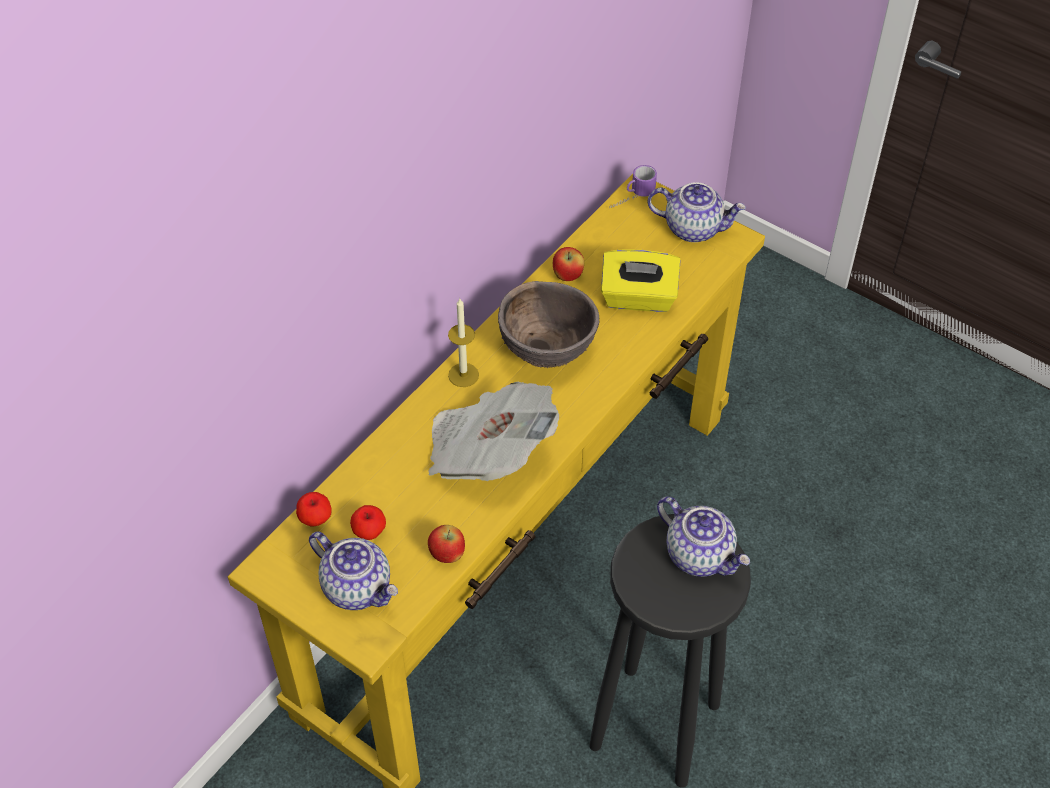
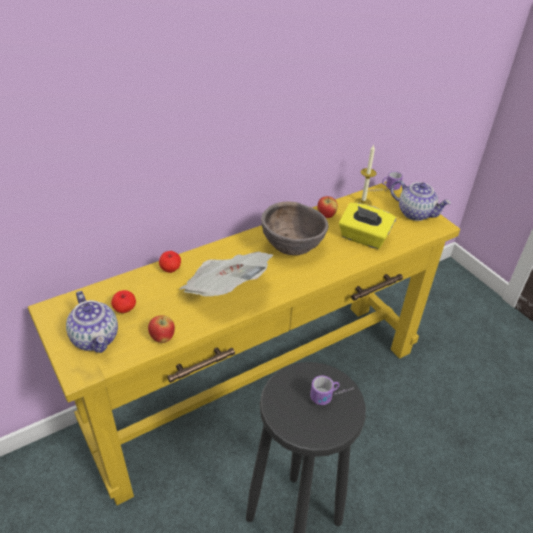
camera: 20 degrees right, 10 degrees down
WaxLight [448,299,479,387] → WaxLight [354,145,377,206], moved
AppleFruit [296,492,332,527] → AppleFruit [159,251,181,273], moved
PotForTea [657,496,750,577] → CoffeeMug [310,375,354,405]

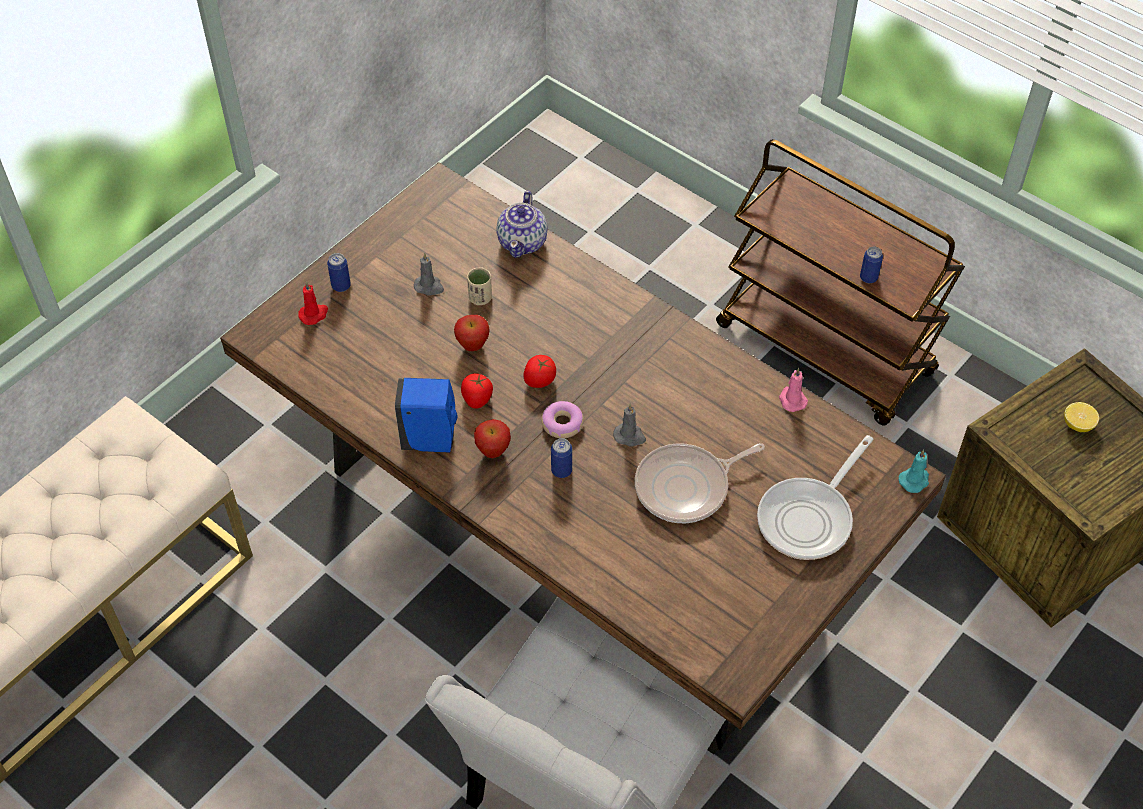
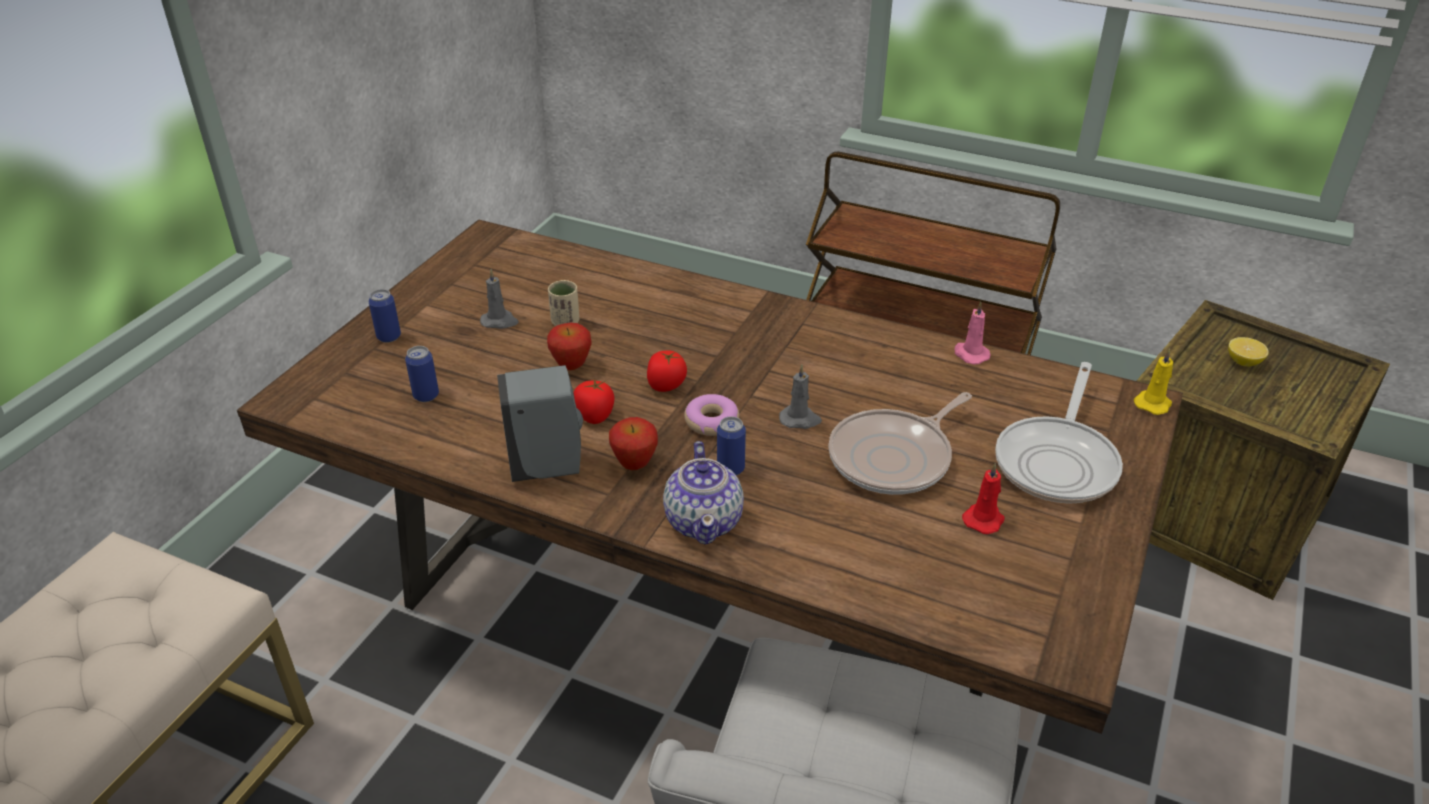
camera: 15 degrees left, 15 degrees down
PotForTea [496,190,548,258] → PotForTea [663,441,744,545], moved
SealedCan [860,247,883,283] → SealedCan [405,346,439,402], moved
RedWaxLight [298,281,328,325] → RedWaxLight [962,463,1005,534], moved
BluishSoapBottle [395,378,458,453] → GreySoapBottle [497,365,583,482]
BlueGreenWaxLight [899,449,929,493] → YellowishWaxLight [1134,349,1173,415]

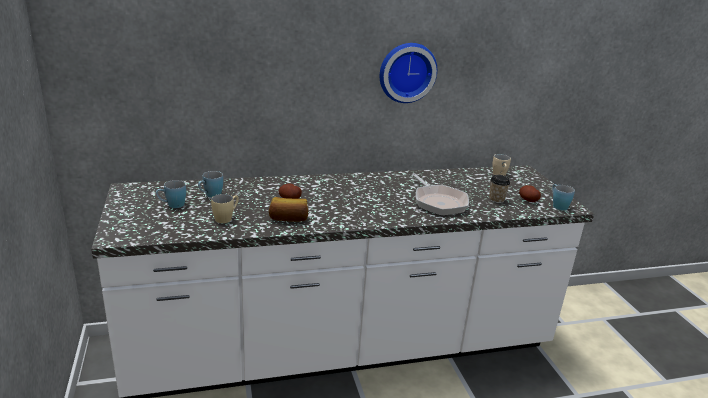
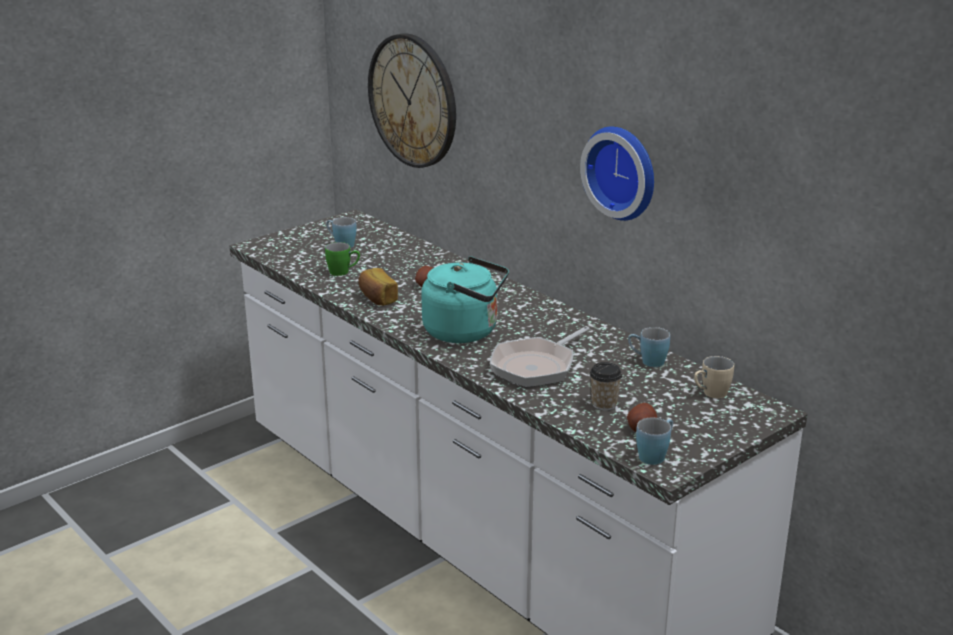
camera: 65 degrees right, 0 degrees up
BluishCoffeeMug [198,171,223,198] → BluishCoffeeMug [628,327,670,367], moved
BeigeColouredCoffeeMug [211,194,239,223] → GreenCoffeeMug [325,242,360,276]
- → WallClock [368,33,456,168]
- → BlueGreenKettle [421,256,509,343]

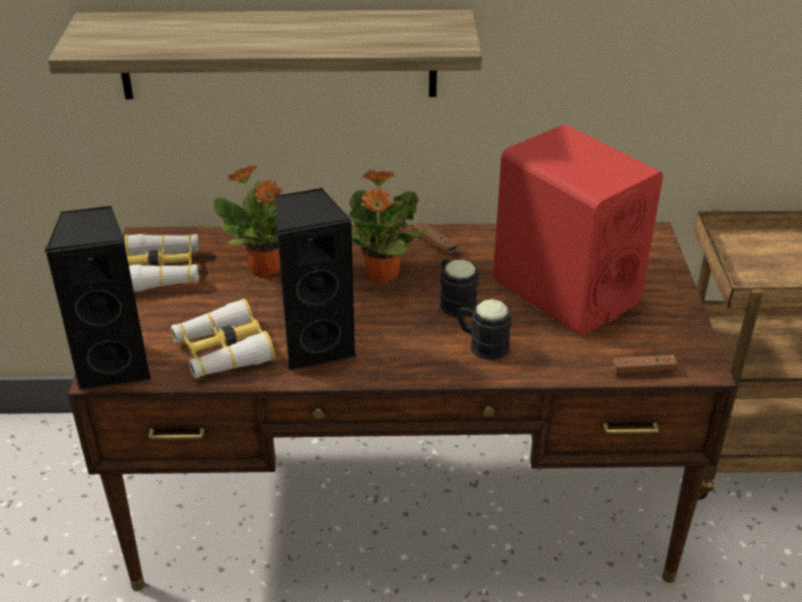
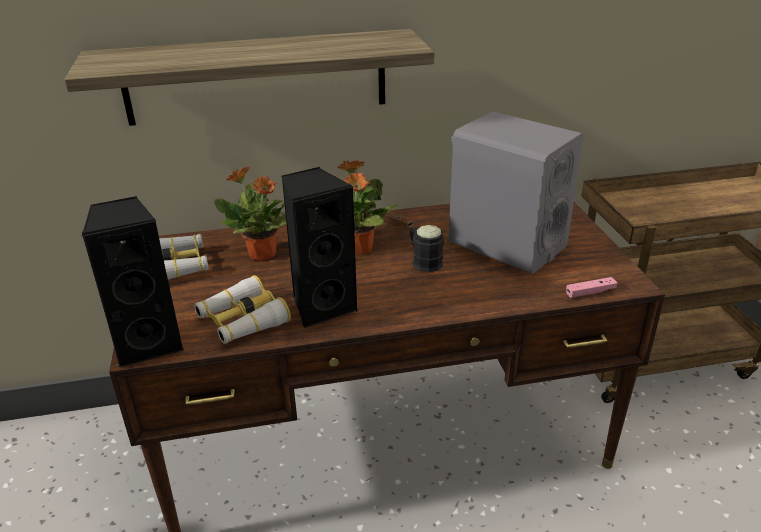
camera: 10 degrees left, 5 degrees down
RedLoudspeaker [493,124,663,336] → GreyLoudspeaker [449,112,584,274]
BlackCoffeeMug [456,299,511,360] → -
BrownColouredGamepad [612,355,678,375] → PinkColouredGamepad [566,277,617,298]

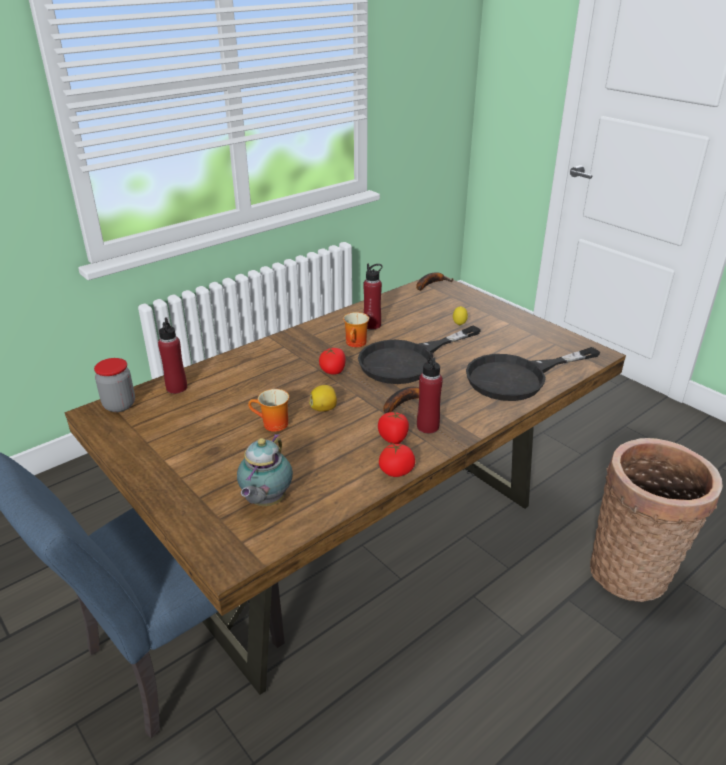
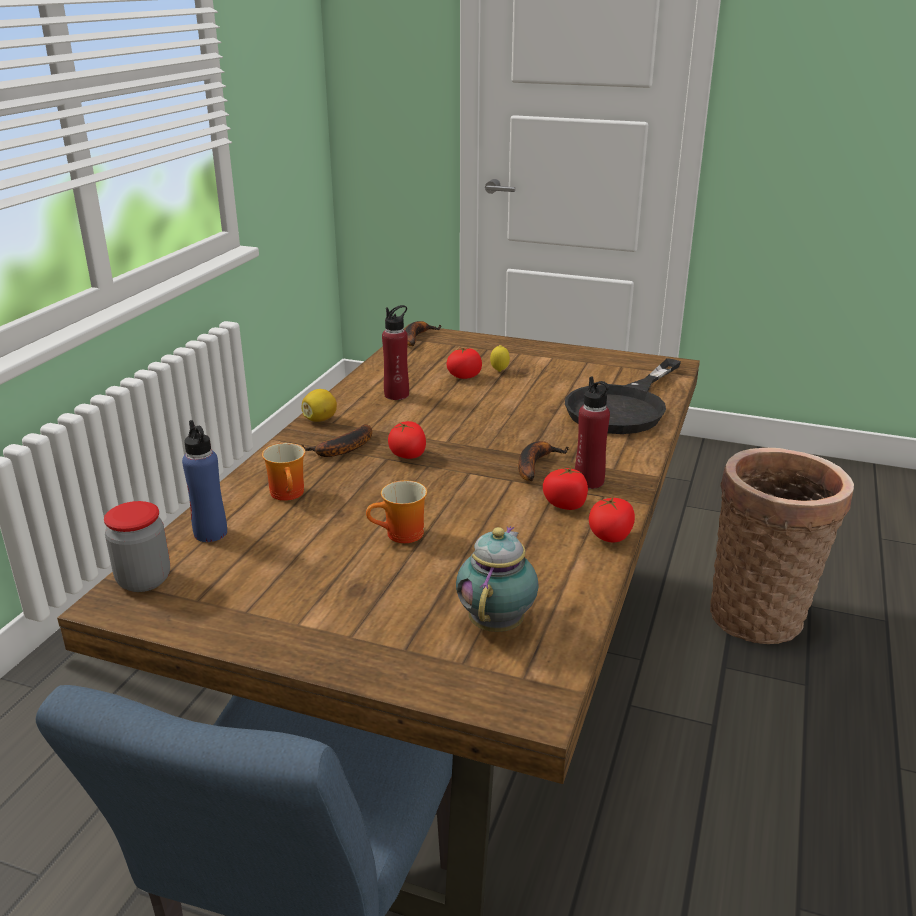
camera: 30 degrees left, 5 degrees down
CoffeeMug [343,312,369,347] → CoffeeMug [262,443,305,501], moved
RedBeverageBottle [158,317,187,394] → BluishBeverageBottle [182,420,227,542]
BlackPan [358,326,481,384] → -
Lemon [309,385,337,412] → Lemon [302,389,337,422], moved
PotForTea [237,434,293,506] → PotForTea [456,526,539,632], 150 degrees counterclockwise
- → Tomato [447,346,482,379]
- → WholeBanana [302,424,372,457]

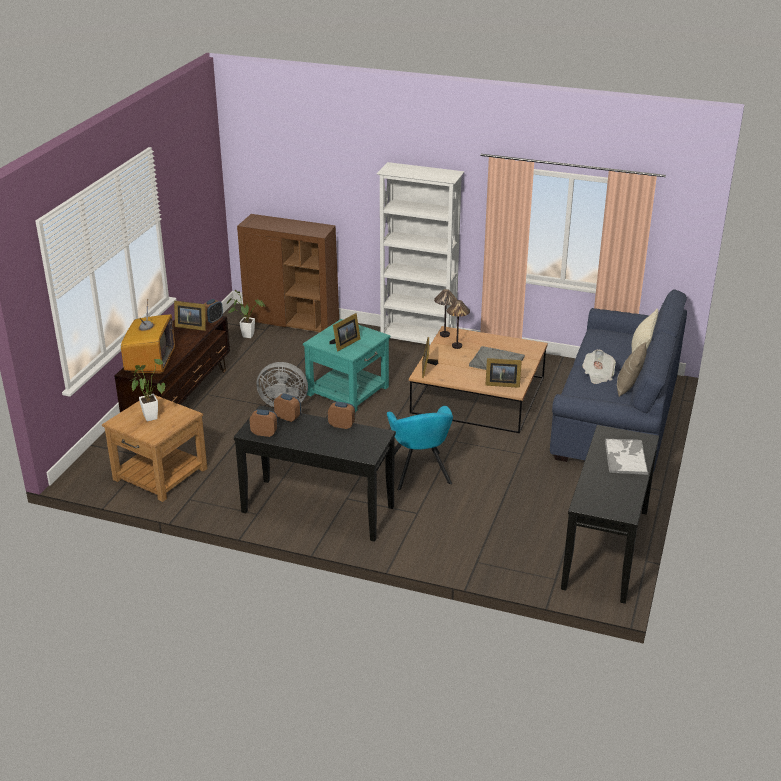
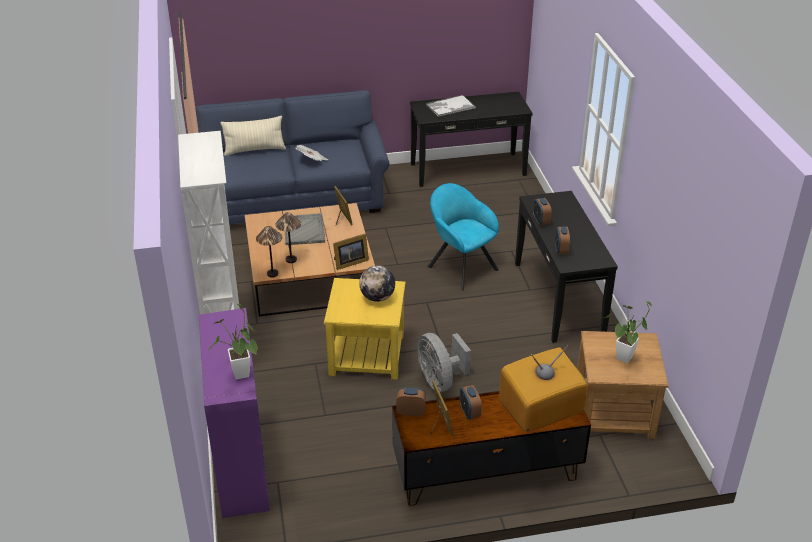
camera: 120 degrees left, 5 degrees up
BrownColouredCupboard [237,214,339,332] → PurpleColouredCupboard [199,308,270,518]
PottedPlant [227,290,266,338] → PottedPlant [208,303,257,380], moved
PhotoFrame [329,313,361,351] → WorldGlobe [359,266,395,302]
BlueGreenAccentTable [303,319,391,412] → YellowishAccentTable [324,278,405,380]
BeigeColouredThrowPillow [617,342,647,397] → -
BlueGreenArmchair [387,406,453,490] → BlueGreenArmchair [427,183,499,290], 90 degrees counterclockwise
TableClock [250,409,278,437] → TableClock [459,385,482,420], moved

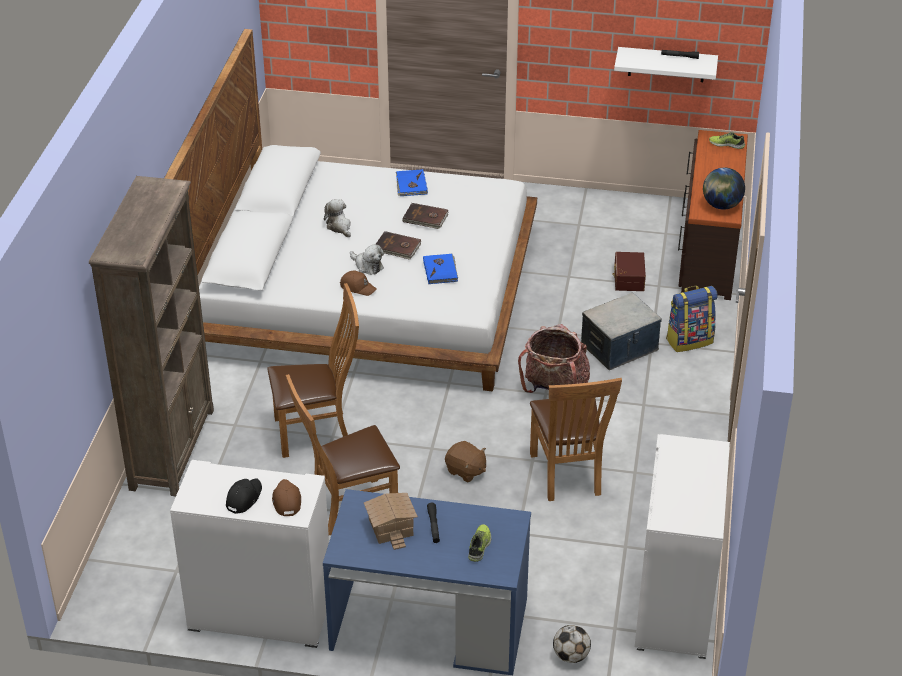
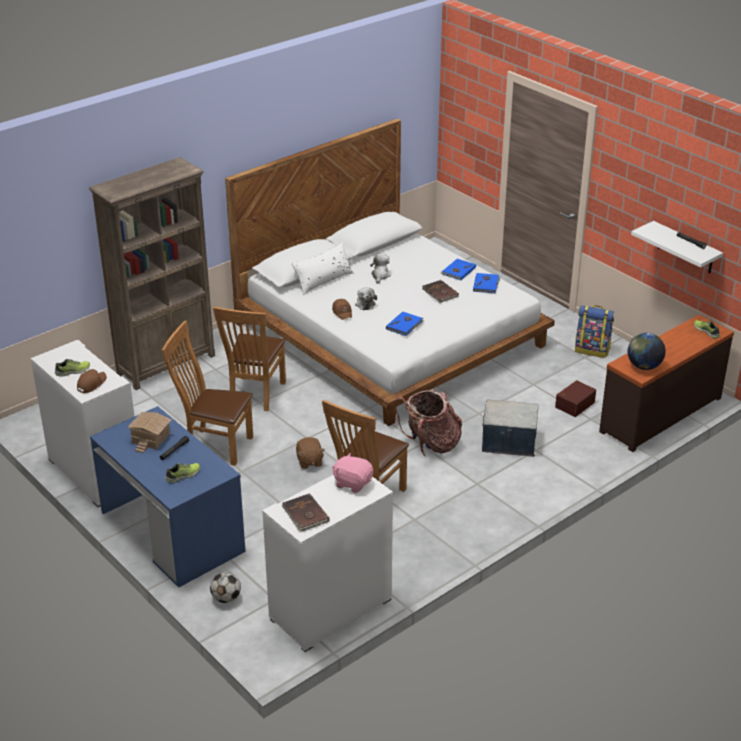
camera: 40 degrees right, 5 degrees down
BrownColouredVolume [375,231,421,260] → BrownColouredVolume [282,493,330,532], moved
BrownColouredPlainChair [267,283,359,458] → BrownColouredPlainChair [213,307,286,411], 75 degrees clockwise
Knapsack [666,286,718,352] → Knapsack [575,305,614,358], moved
BlackCap [226,478,262,514] → LowShoe [55,359,90,377]
- → WhiteThrowPillow [292,242,353,295]
- → BluishVolume [473,273,500,293]
- → PinkColouredPlushToy [332,453,373,493]

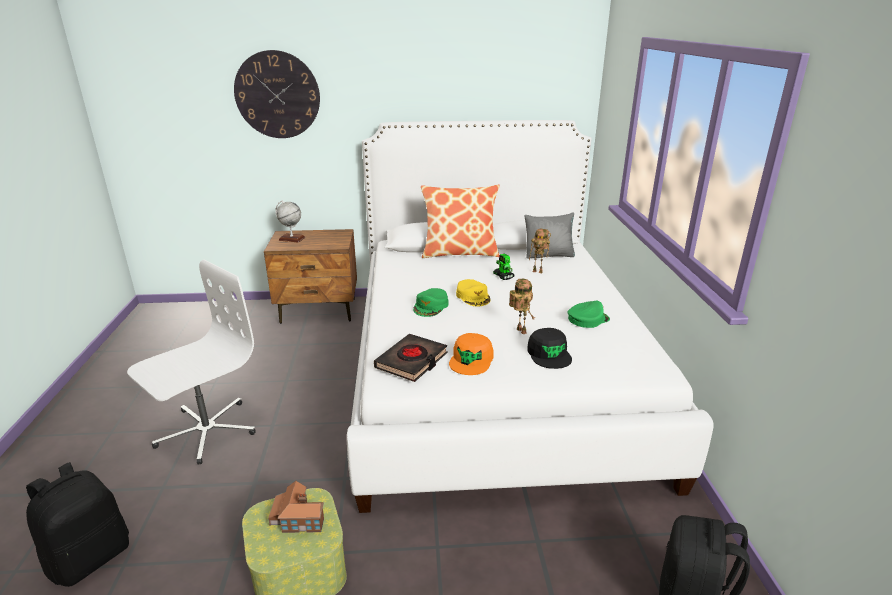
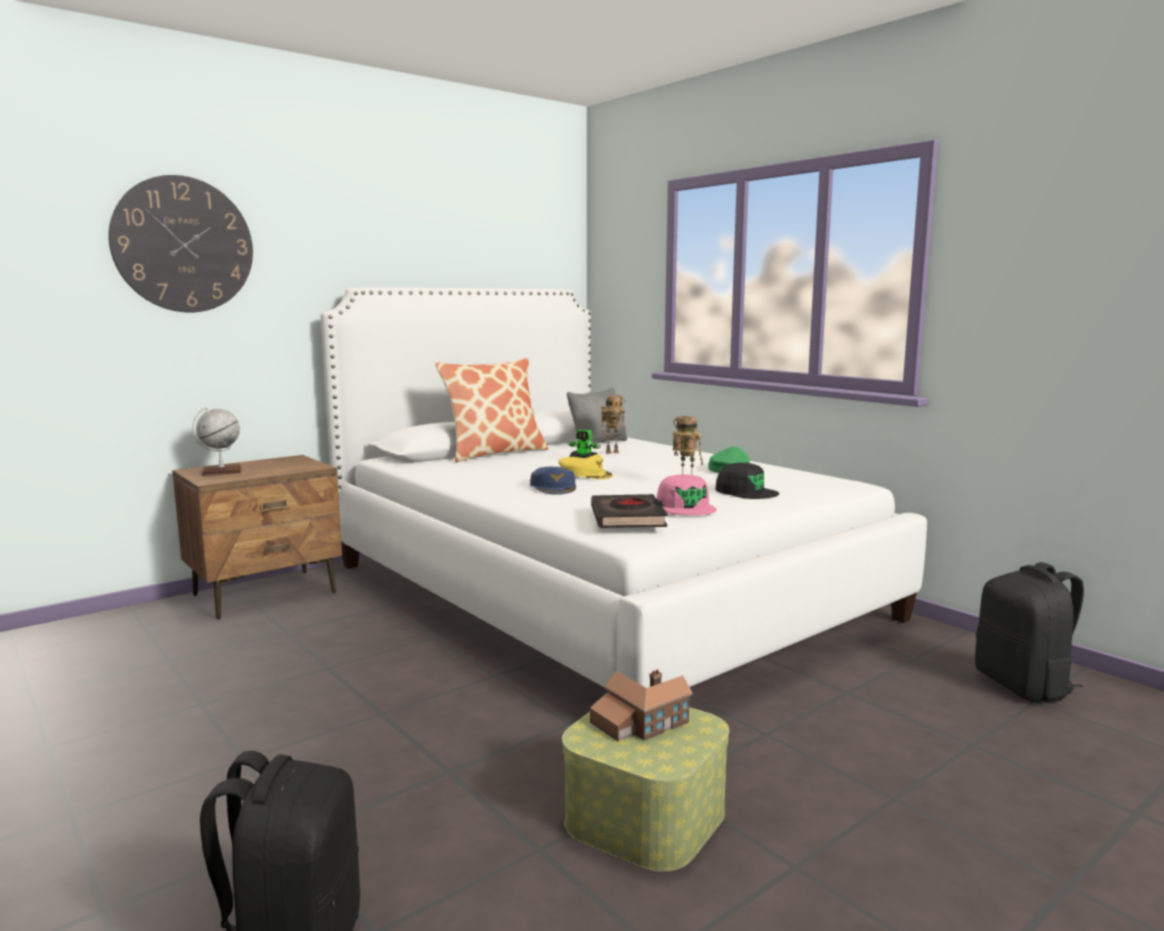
camera: 35 degrees left, 15 degrees down
WhiteOfficeChair [127,259,256,465] → -
GreenCap [413,288,448,317] → BluishCap [530,467,576,494]
OrangeyCap [449,333,494,375] → PinkColouredCap [657,474,717,515]

